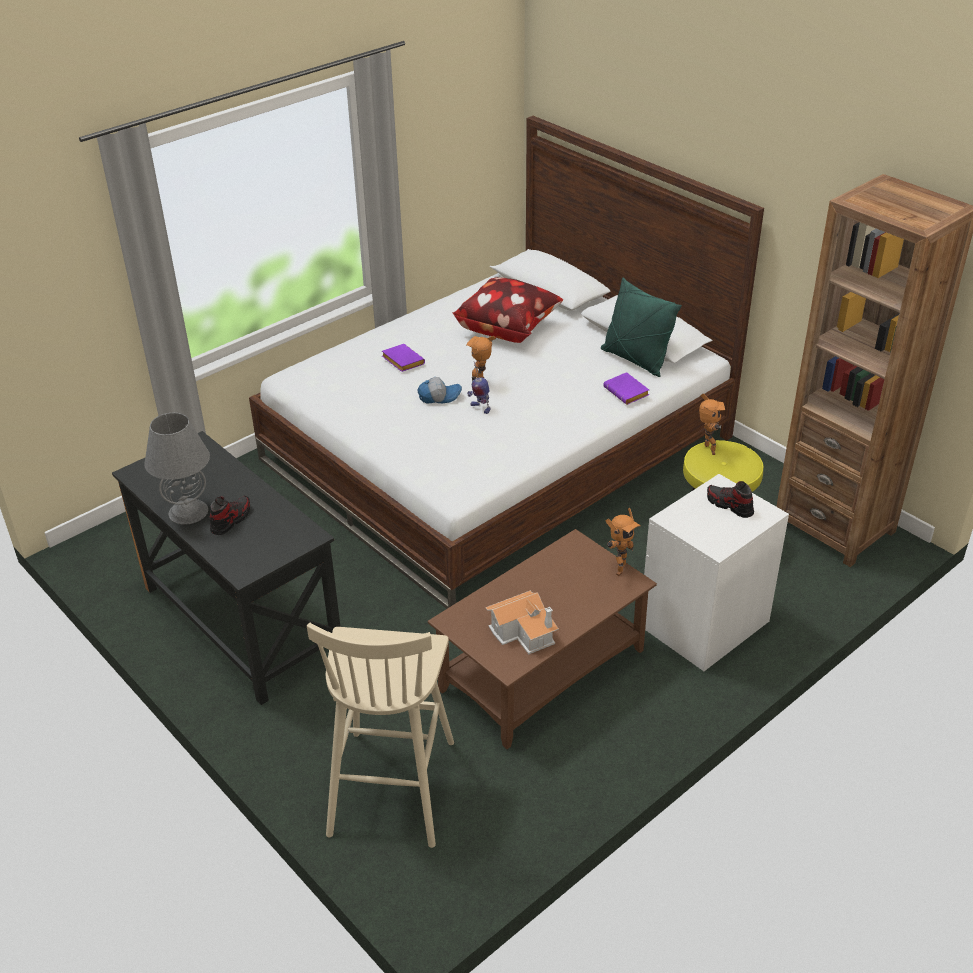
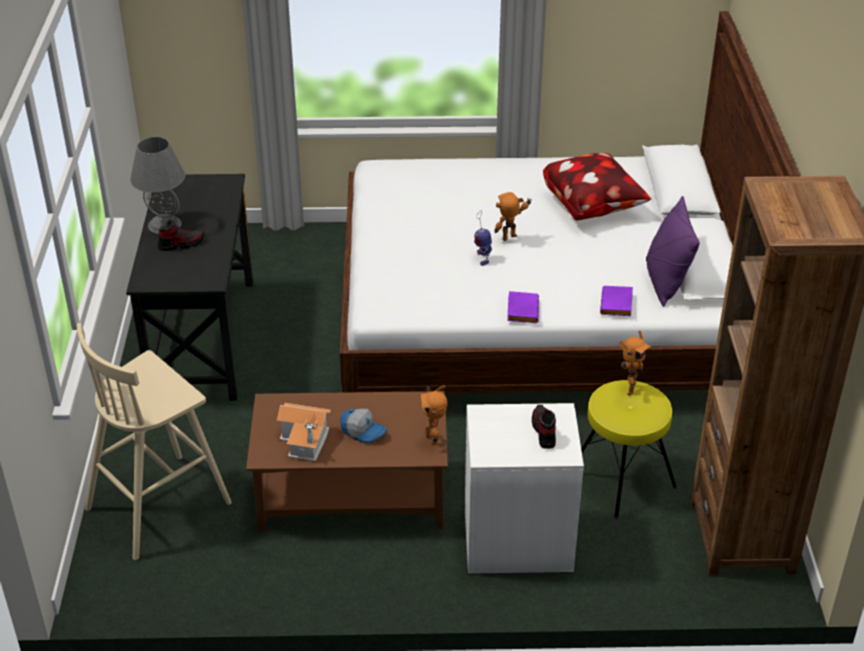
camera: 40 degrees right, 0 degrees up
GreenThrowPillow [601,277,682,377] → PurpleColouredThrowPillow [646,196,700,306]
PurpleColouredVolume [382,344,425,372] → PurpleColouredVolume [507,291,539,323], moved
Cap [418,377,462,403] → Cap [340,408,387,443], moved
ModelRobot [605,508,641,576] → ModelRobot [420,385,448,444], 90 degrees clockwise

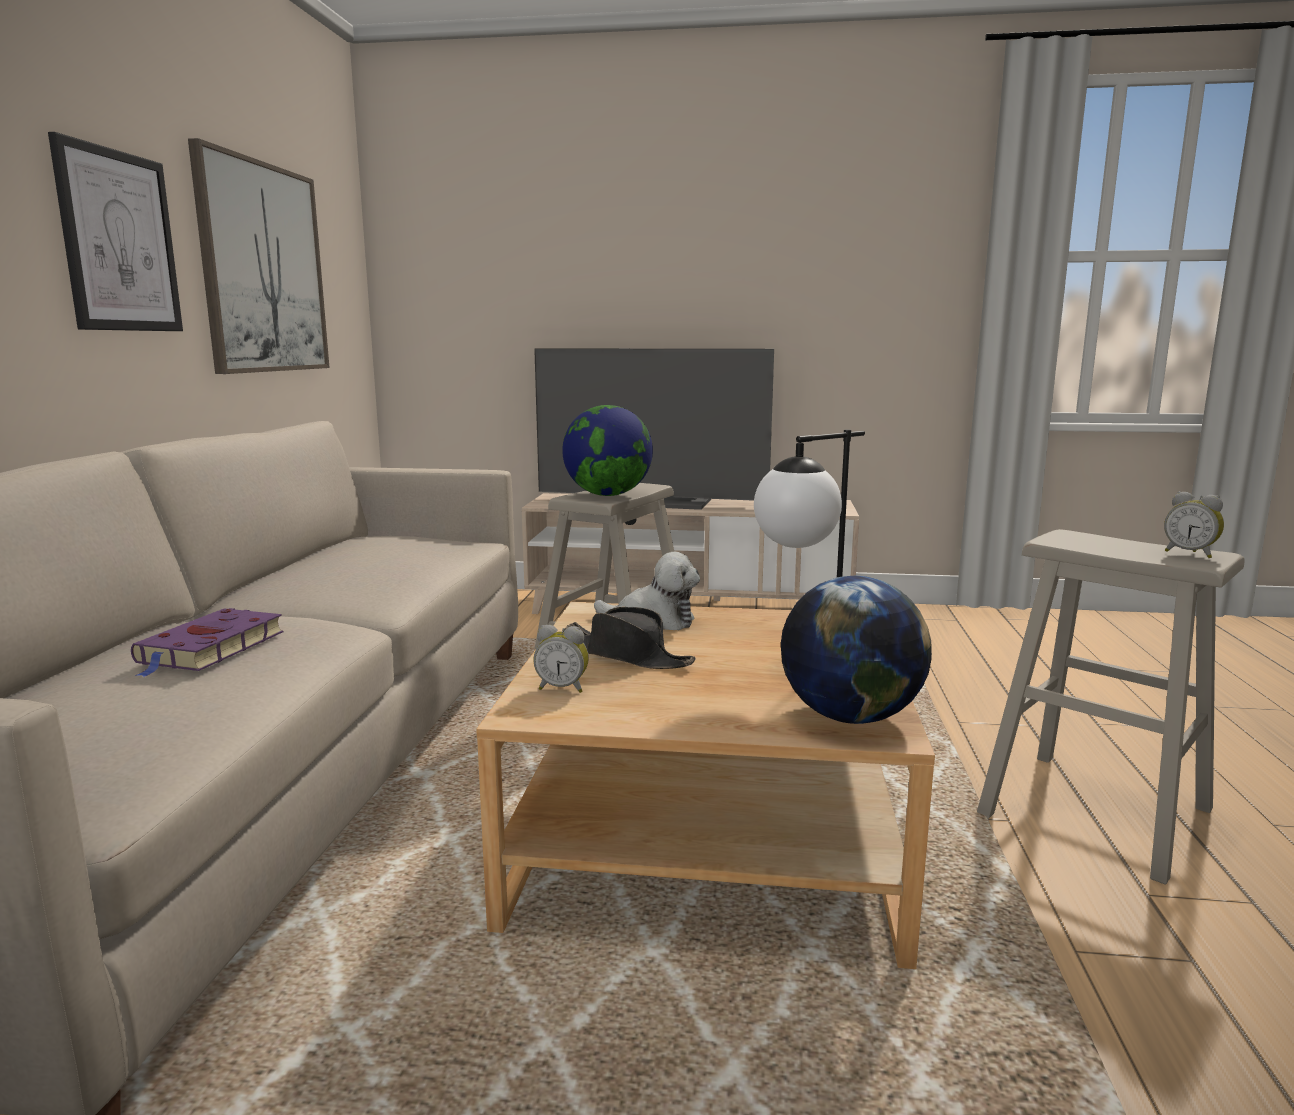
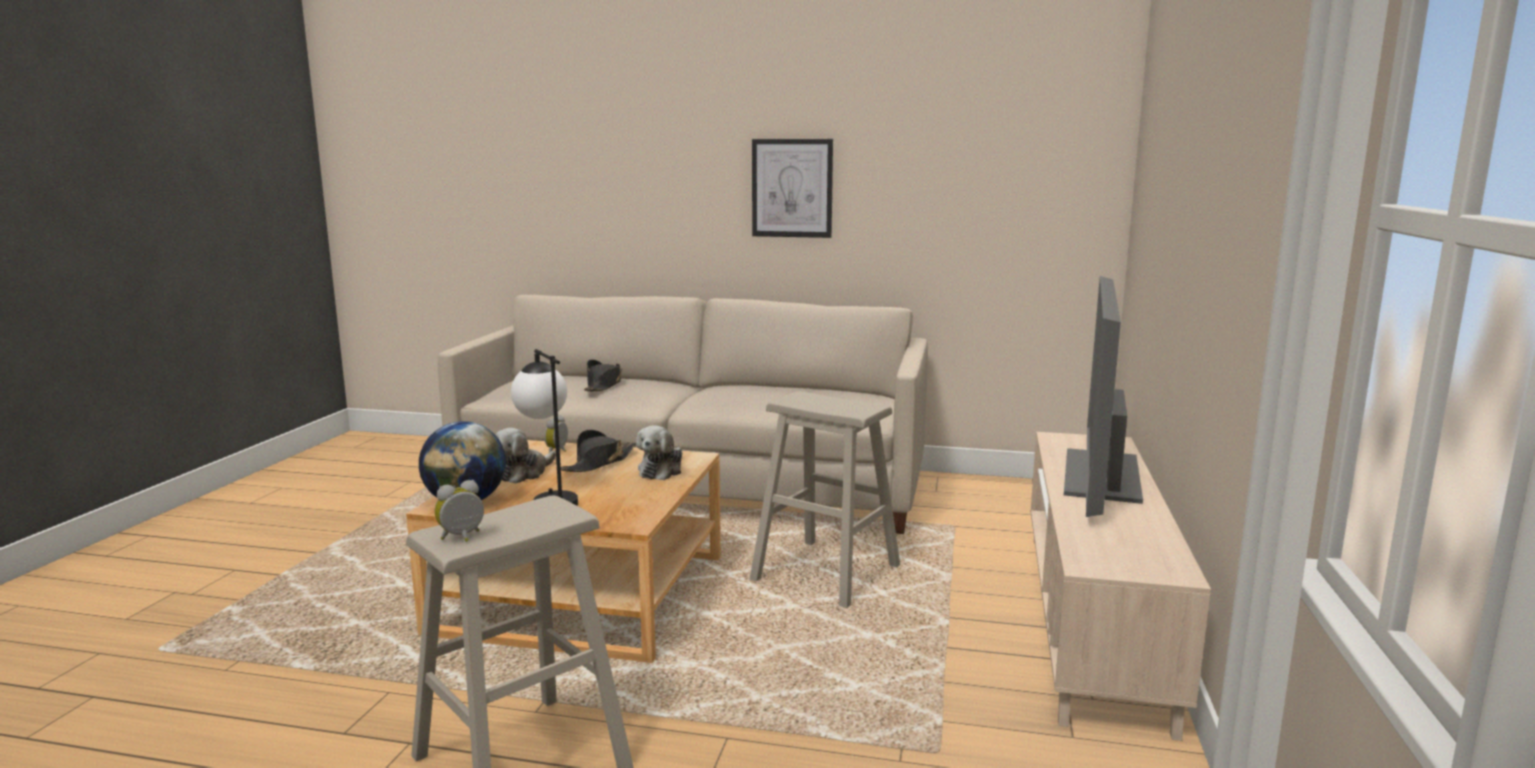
camera: 95 degrees right, 0 degrees up
WallArt [188,138,330,374] → -
WorldGlobe [562,405,653,496] → -
PurpleColouredVolume [131,608,283,677] → BlackHat [584,360,622,391]
- → PlushToy [495,428,556,484]

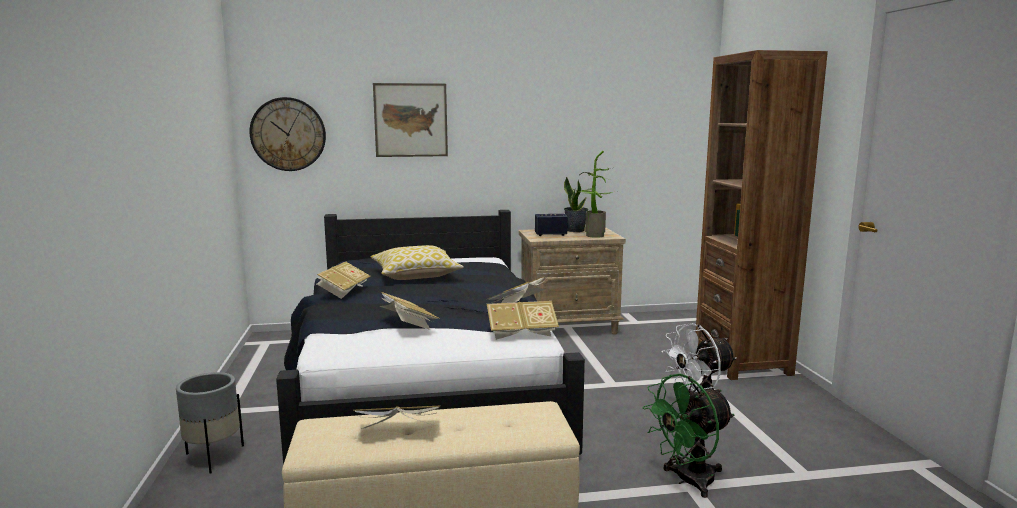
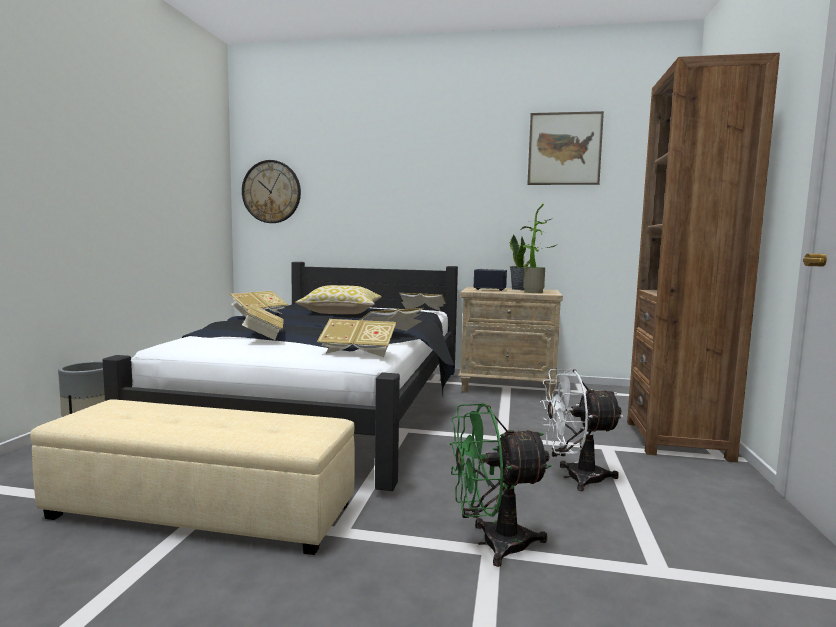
camera: 20 degrees right, 5 degrees down
WallArt [373,83,448,157] → WallArt [527,111,604,185], moved
Volume [353,406,440,429] → Volume [399,293,446,311], moved

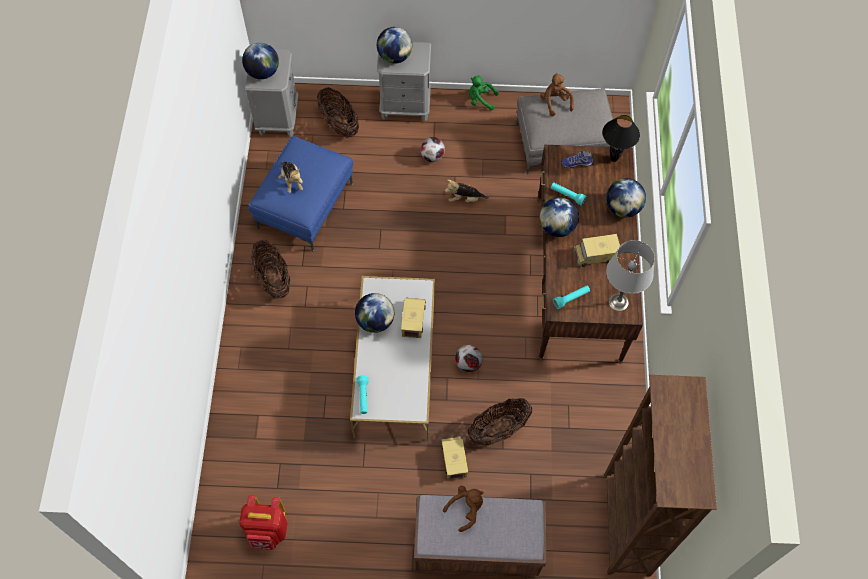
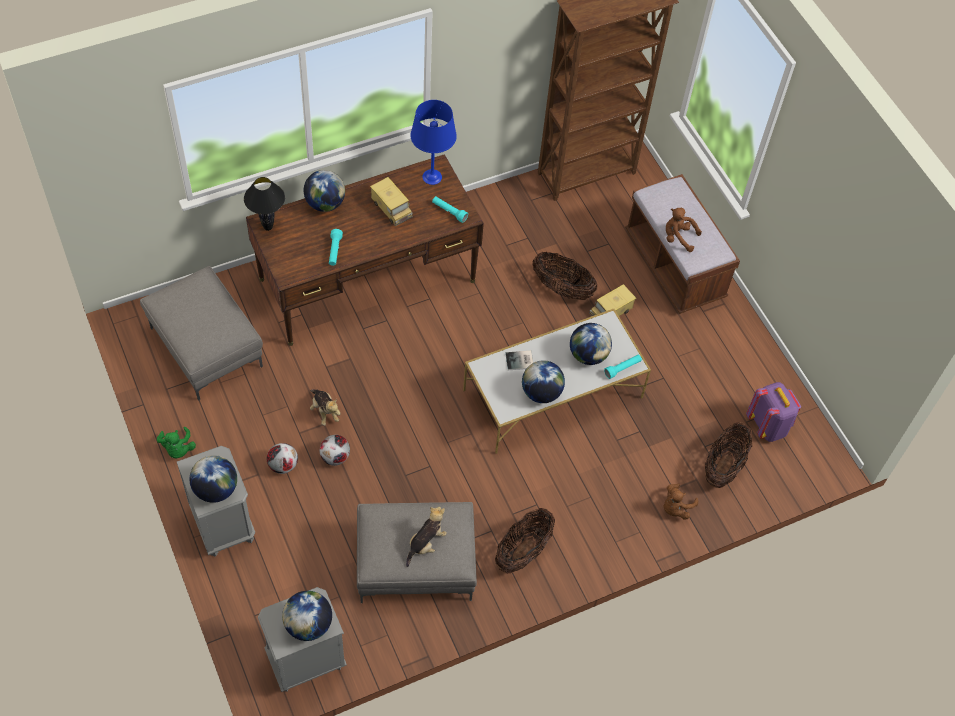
camera: 120 degrees left, 5 degrees down
BrownColouredPlushToy [540,73,574,117] → BrownColouredPlushToy [664,484,698,520], moved
Basket [317,87,359,138] → Basket [705,422,752,488], moved
BluishFootrest [248,136,353,251] → GreyFootrest [357,502,477,603]
LowShoe [561,150,593,168] → -
WorldGlobe [539,197,579,237] → WorldGlobe [570,323,612,365], moved
GreyLampForATable [606,240,655,311] → BluishLampForATable [410,100,457,185]
ToyTruck [401,298,426,338] → Volume [505,351,533,370]
BallForFootball [455,345,483,372] → BallForFootball [320,435,350,466], moved
RedKnapsack [239,495,287,550] → PurpleColouredKnapsack [746,382,801,442]

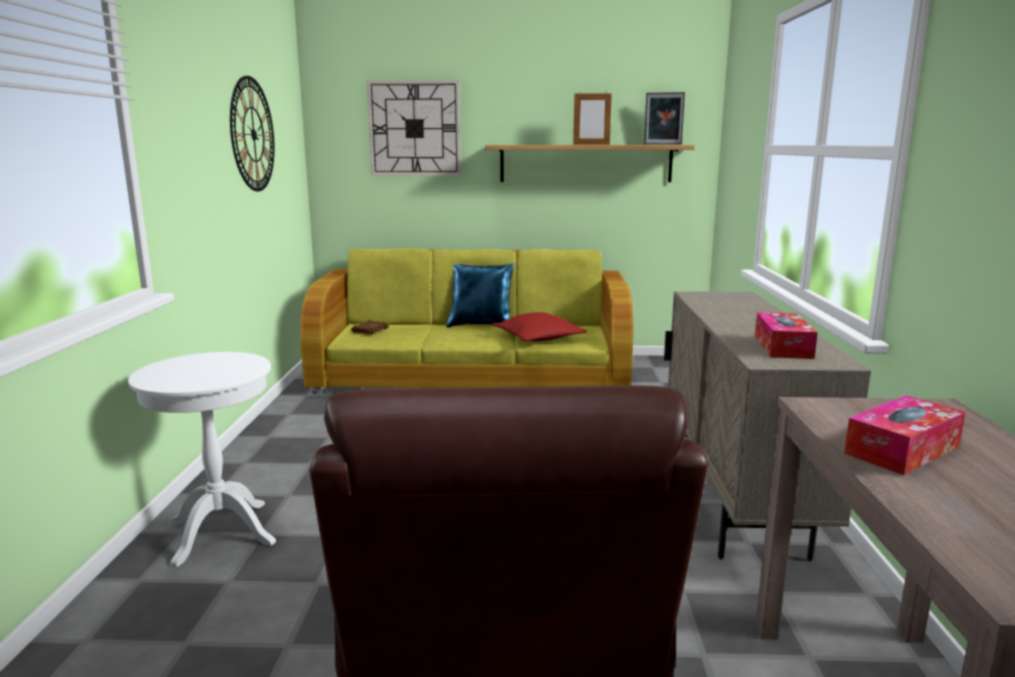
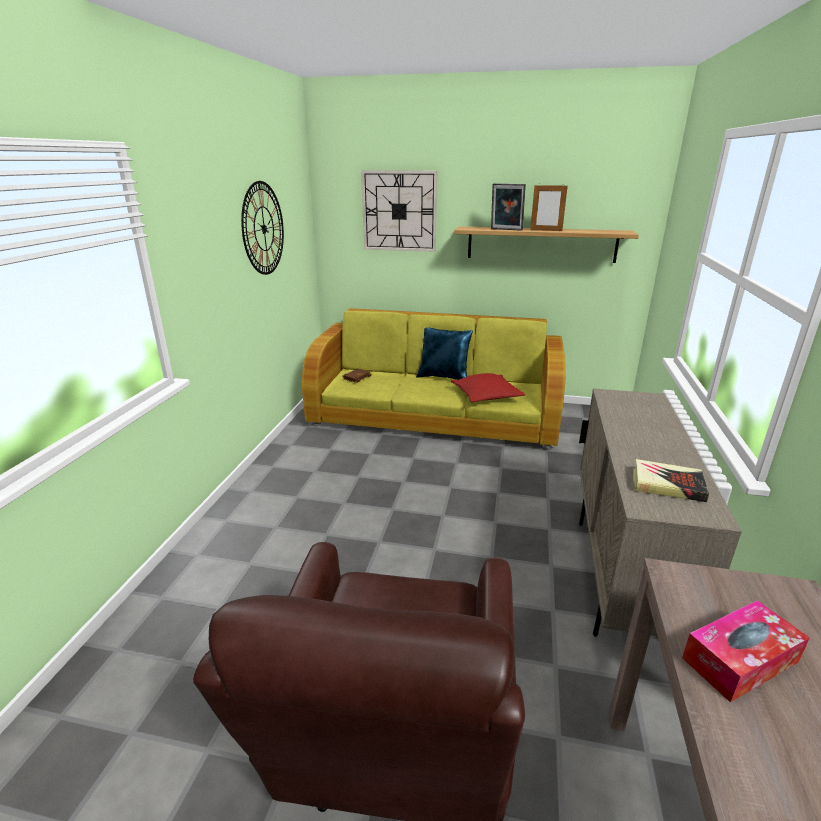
camera: 10 degrees right, 10 degrees up
PhotoFrame [644,92,685,145] → PhotoFrame [491,183,526,231], moved
TissueHolder [755,312,818,359] → Volume [633,459,709,502]
WhiteAccentTable [128,352,276,567] → -

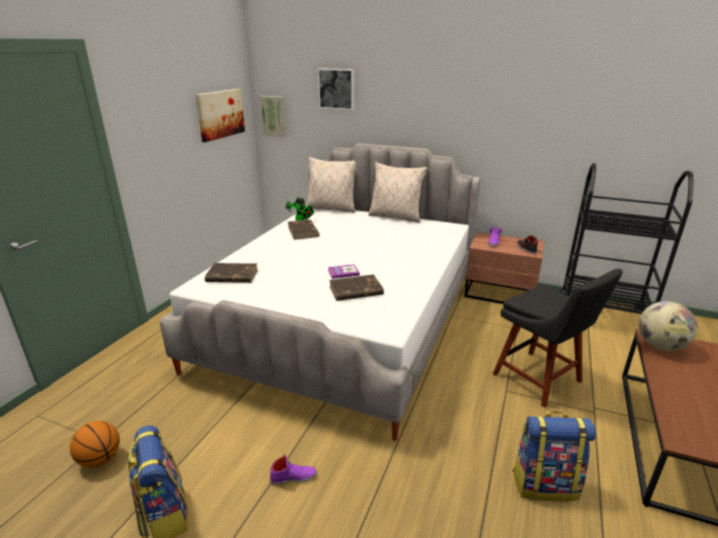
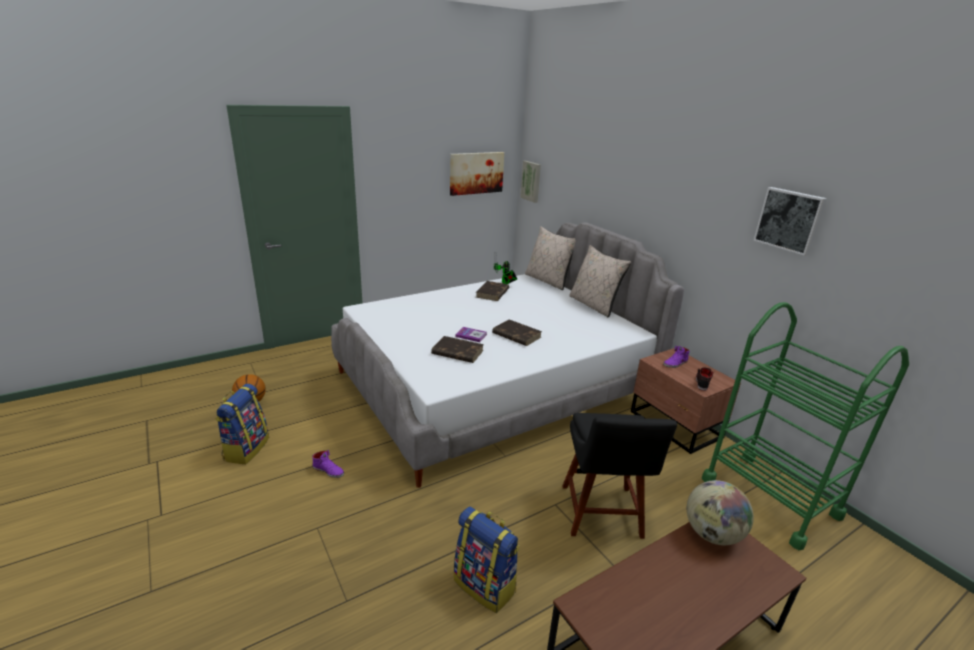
camera: 35 degrees right, 0 degrees up
WallArt [318,69,354,110] → WallArt [753,187,827,256], moved
BlackTrolley [559,163,694,314] → GreenTrolley [702,302,909,550]
BrownColouredVolume [205,263,258,283] → BrownColouredVolume [492,319,542,346], moved

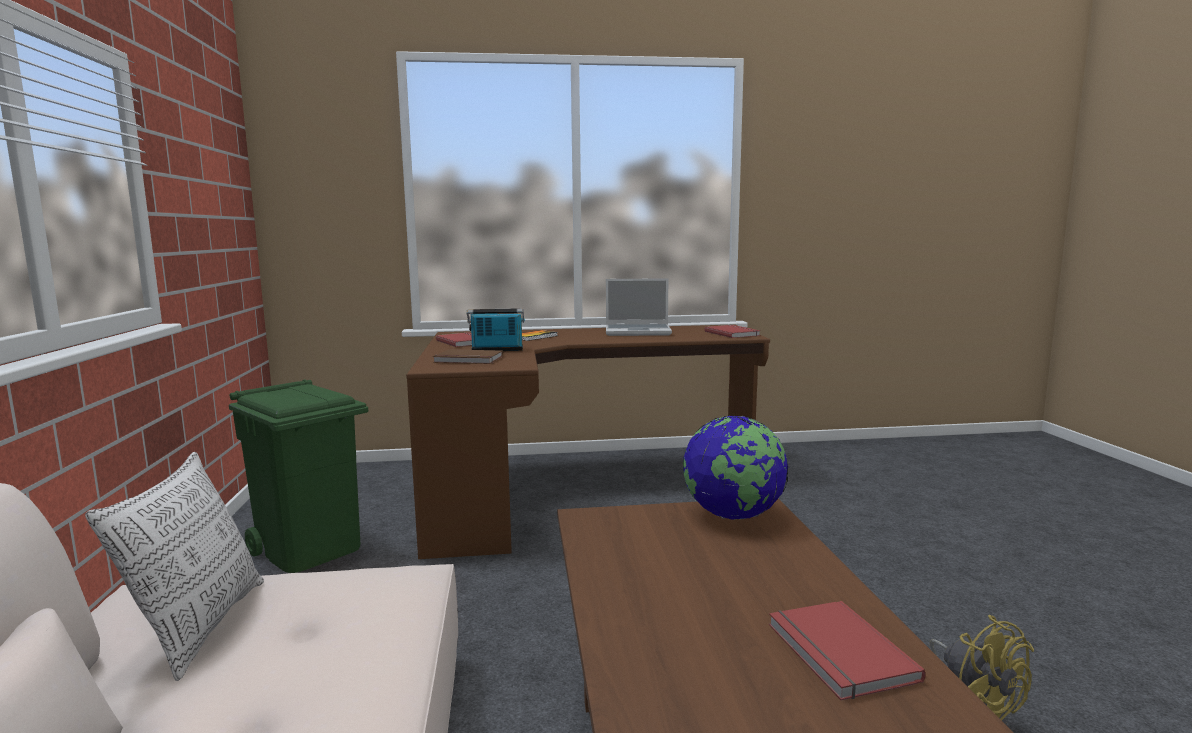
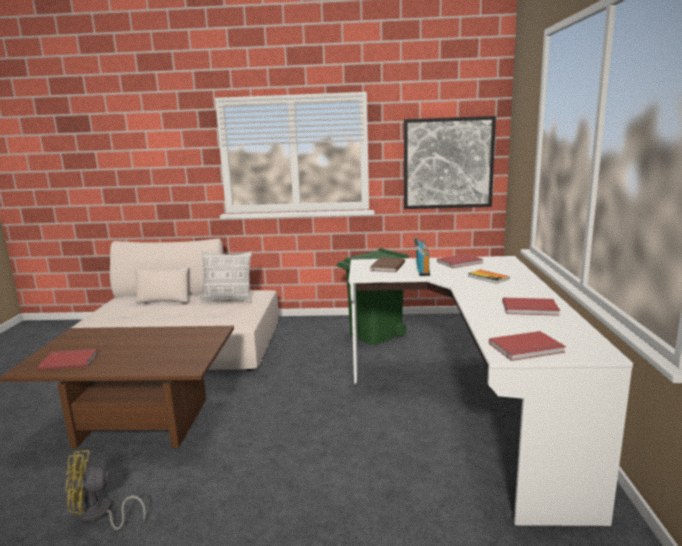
camera: 100 degrees right, 5 degrees up
NotebookComputer [606,278,672,336] → RedVolume [503,298,560,316]
BrownColouredDeskUnit [406,325,770,559] → WhiteDeskUnit [349,256,633,526]
WorldGlobe [683,415,788,520] → -
- → WallArt [404,116,496,209]

